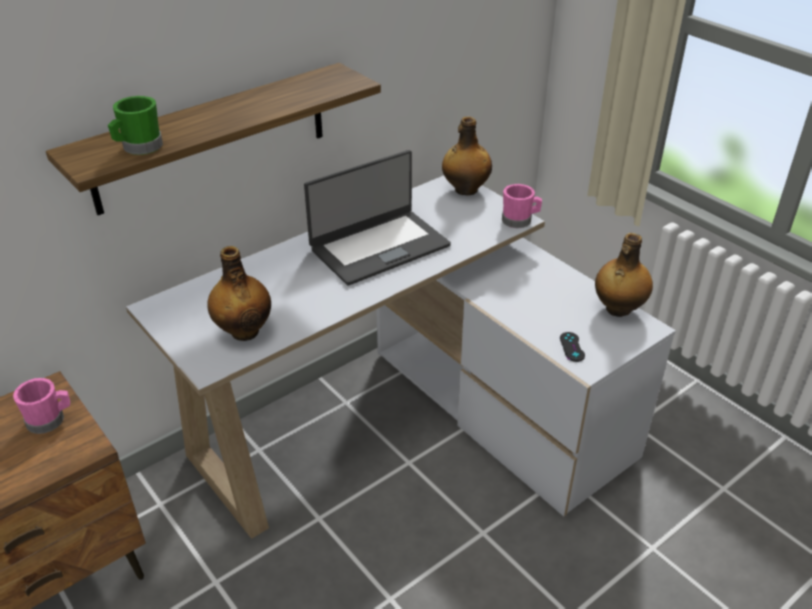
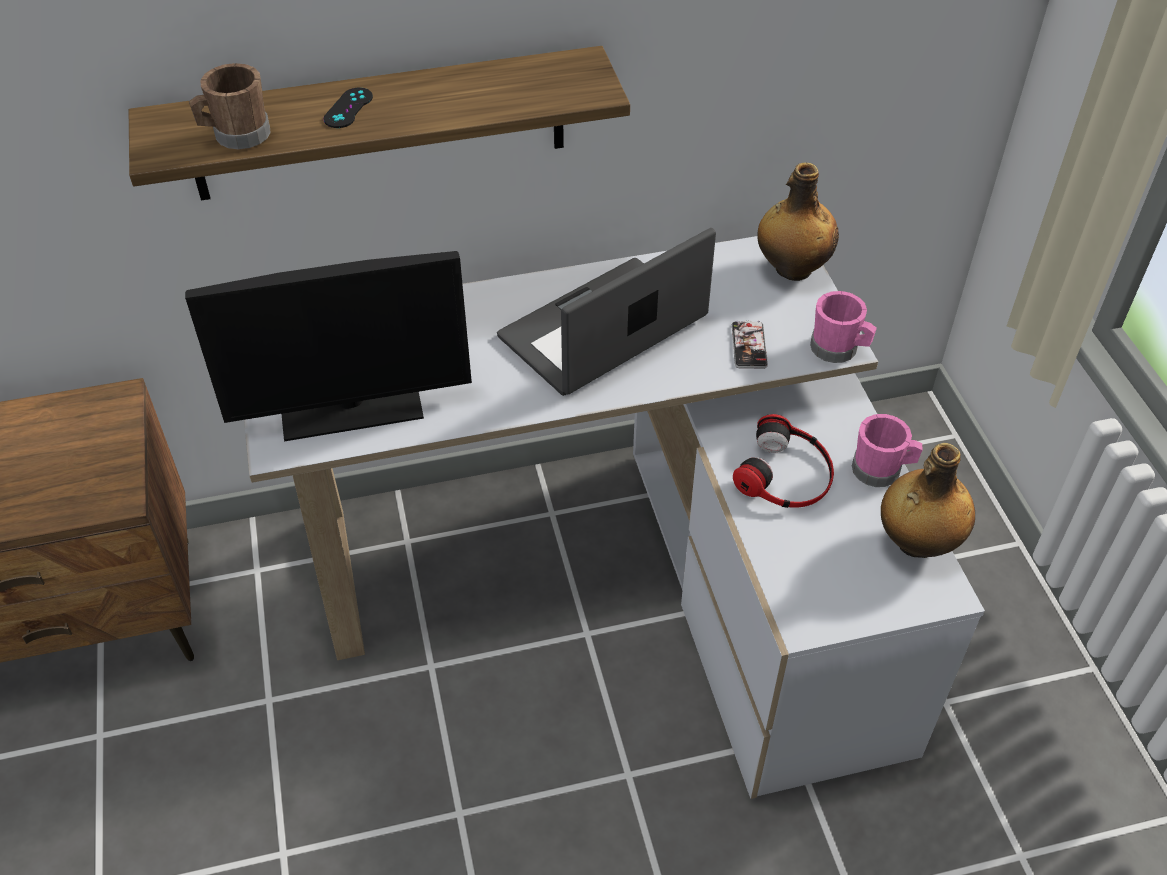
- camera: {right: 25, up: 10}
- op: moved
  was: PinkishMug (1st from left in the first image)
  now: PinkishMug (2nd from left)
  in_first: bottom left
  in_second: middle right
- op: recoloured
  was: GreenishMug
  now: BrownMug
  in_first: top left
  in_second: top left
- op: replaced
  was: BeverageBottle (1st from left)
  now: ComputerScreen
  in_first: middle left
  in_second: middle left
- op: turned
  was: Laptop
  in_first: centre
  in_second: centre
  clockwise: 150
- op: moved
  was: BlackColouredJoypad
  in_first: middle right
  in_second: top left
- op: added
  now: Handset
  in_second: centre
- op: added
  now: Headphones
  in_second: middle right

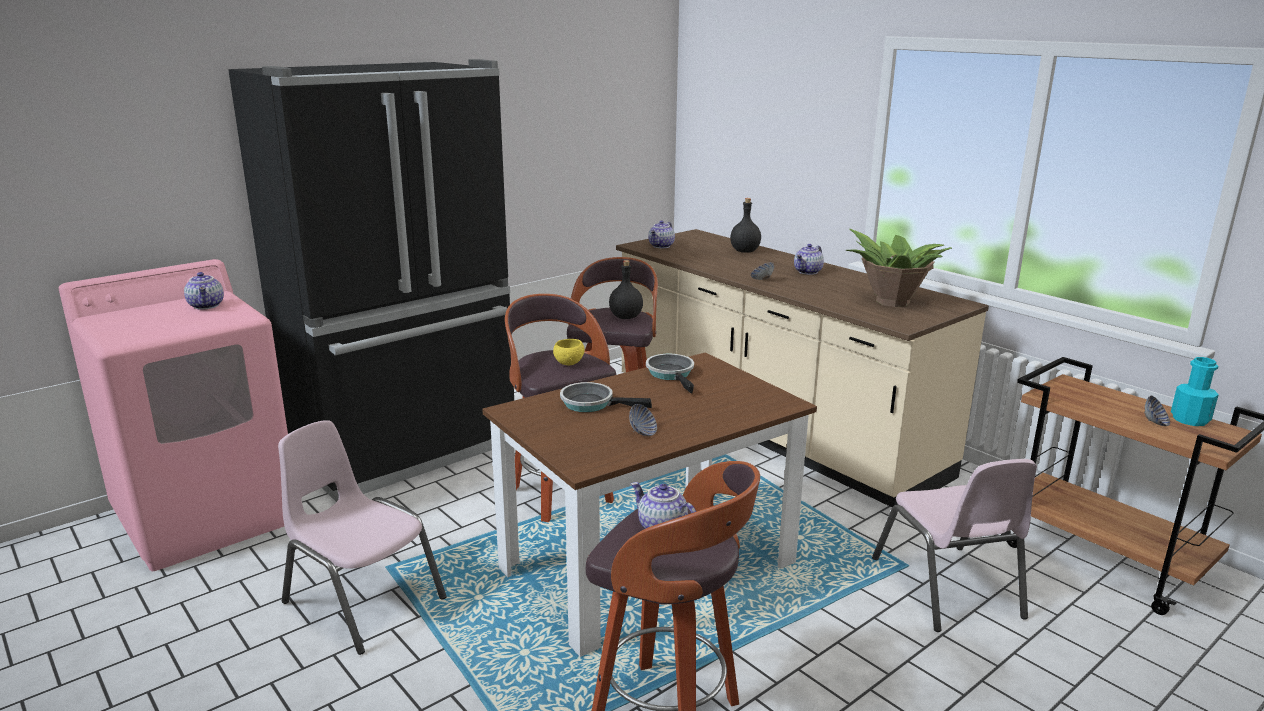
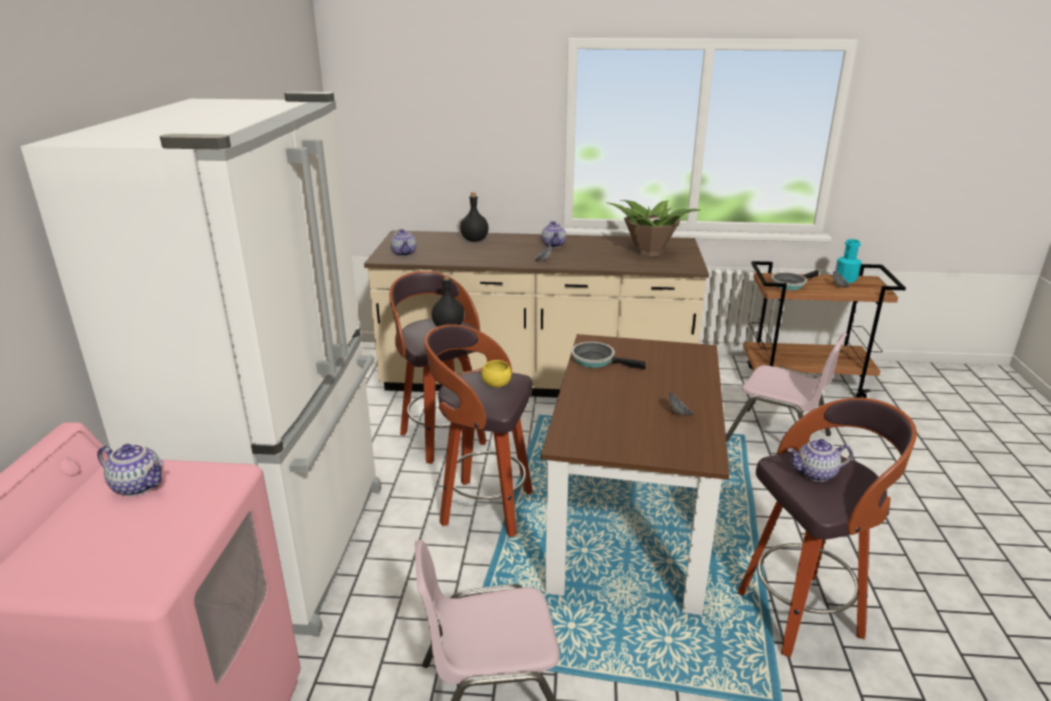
- camera: {right: -45, up: 5}
- op: recoloured
  was: BlackColouredRefrigerator
  now: WhiteColouredRefrigerator
  in_first: middle left
  in_second: middle left
- op: moved
  was: Pan (1st from left in the first image)
  now: Pan (2nd from left)
  in_first: centre
  in_second: middle right

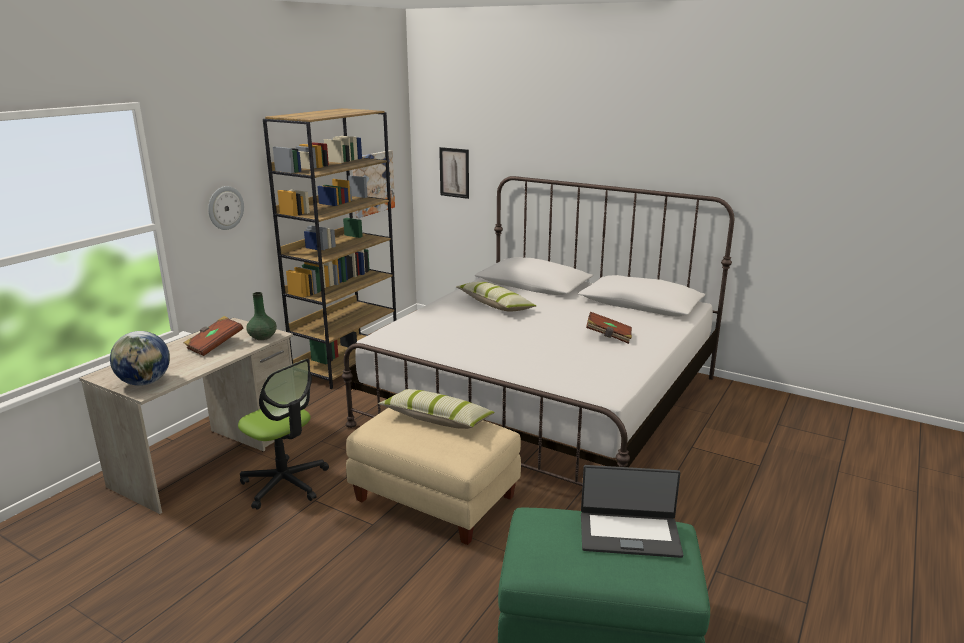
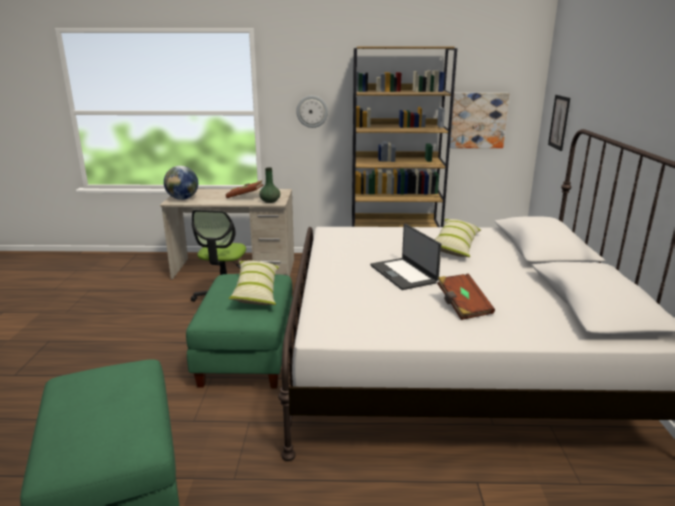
- camera: {right: 60, up: 0}
- op: recoloured
  was: BeigeOttoman
  now: GreenishOttoman (2nd from left)
  in_first: bottom centre
  in_second: centre
- op: moved
  was: Laptop
  in_first: bottom centre
  in_second: centre

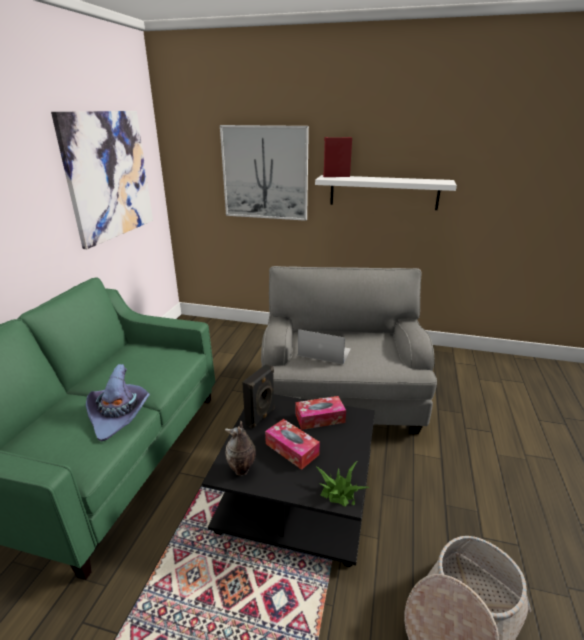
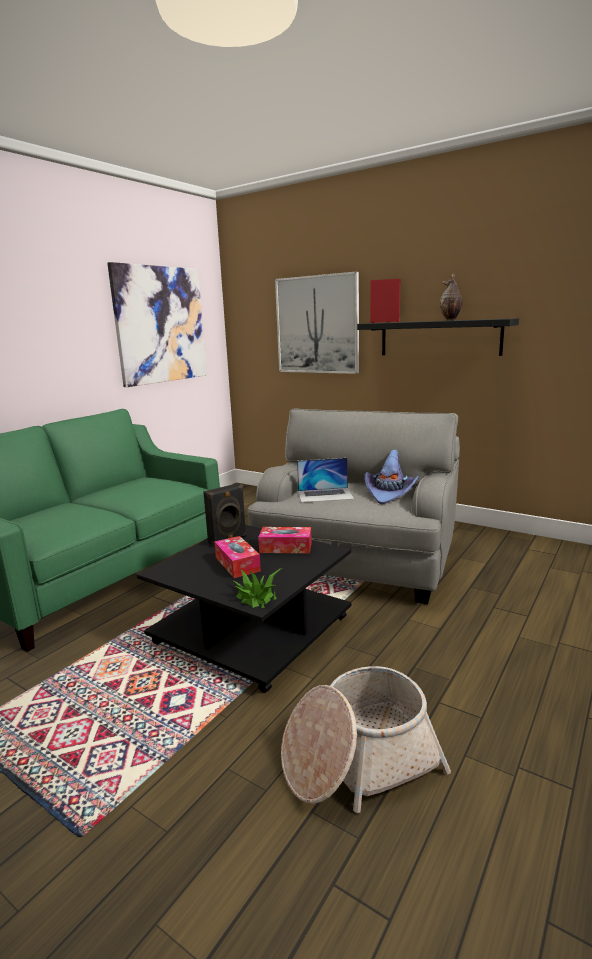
- camera: {right: 20, up: -10}
- op: moved
  was: PurpleClothingHat
  in_first: middle left
  in_second: centre
- op: moved
  was: DecorativeVase
  in_first: bottom centre
  in_second: top right
- op: turned
  was: Laptop
  in_first: centre
  in_second: centre
  clockwise: 135
- op: recoloured
  was: WhiteColouredShelf
  now: BlackColouredShelf
  in_first: top centre
  in_second: middle right

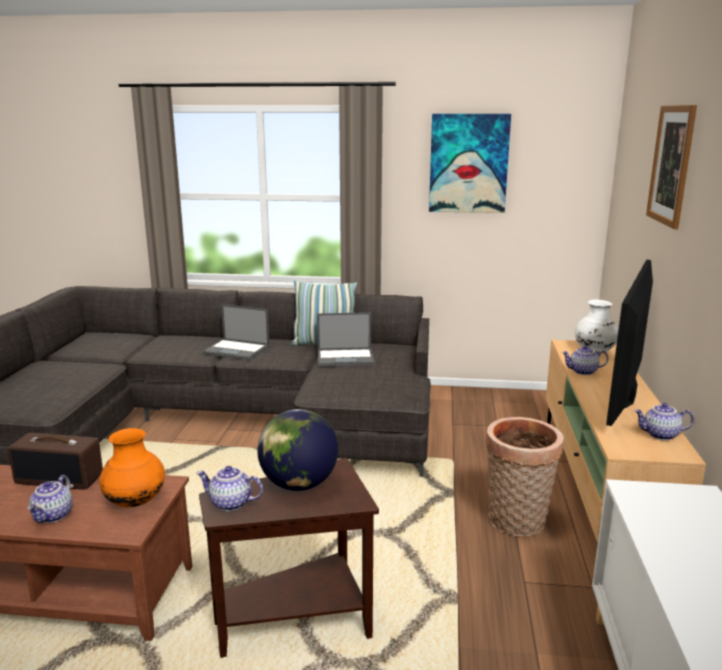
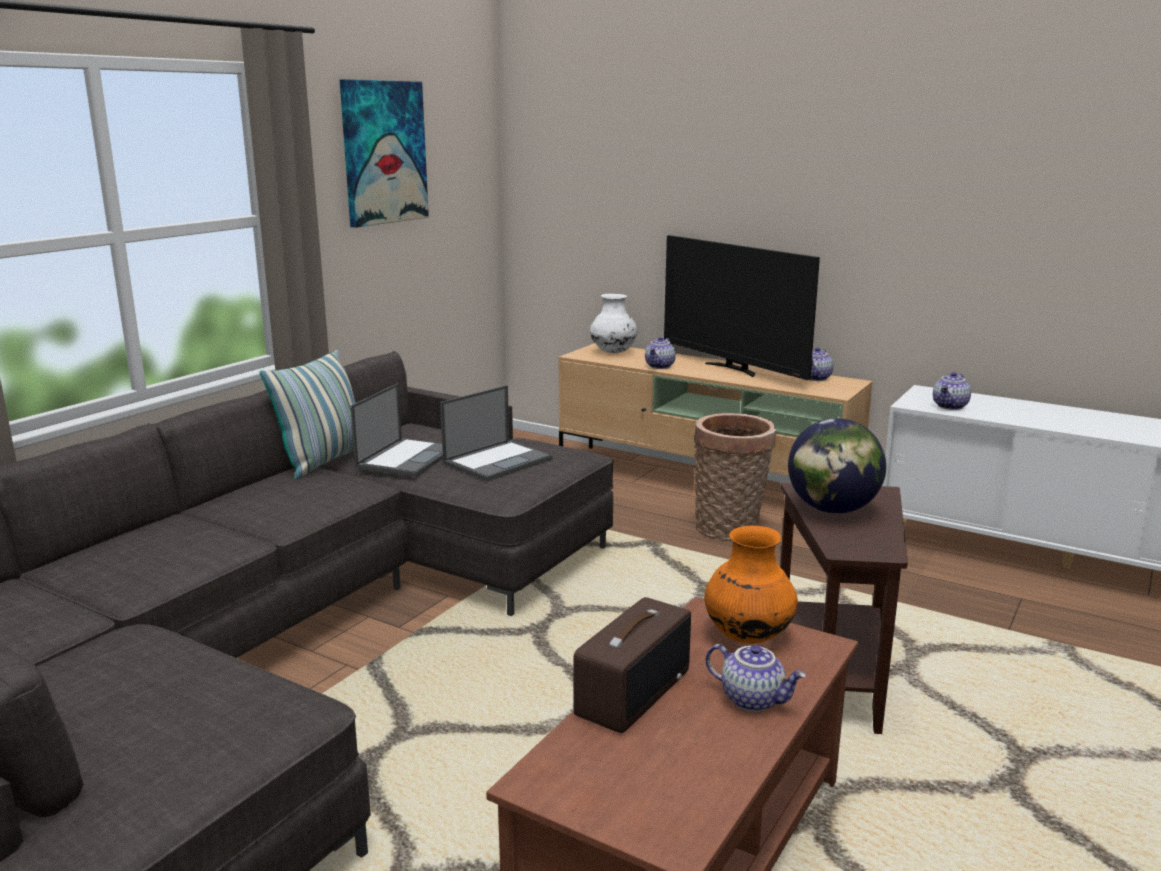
- camera: {right: -65, up: 0}
- op: moved
  was: PotForTea (2nd from left in the first image)
  now: PotForTea (4th from left)
  in_first: bottom left
  in_second: middle right
- op: moved
  was: Laptop (1st from left in the first image)
  now: Laptop (2nd from left)
  in_first: middle left
  in_second: centre
- op: removed
  was: WallArt (2nd from left)
  in_first: top right

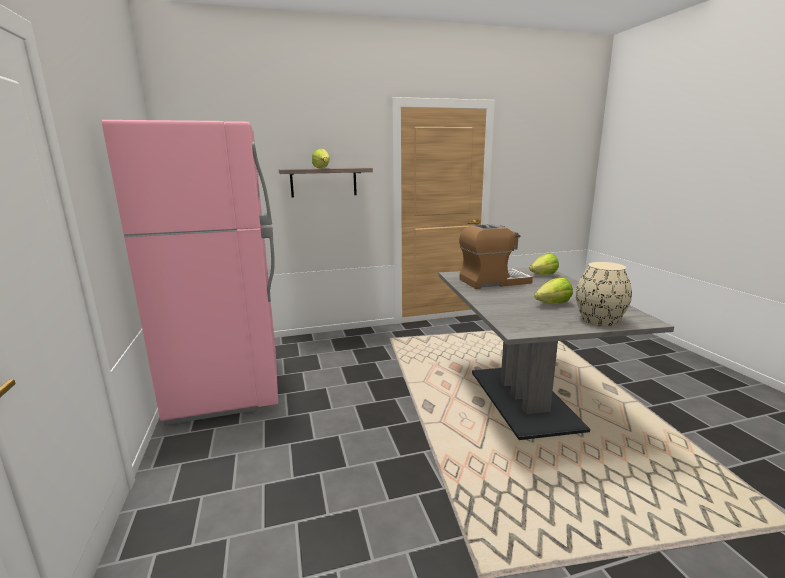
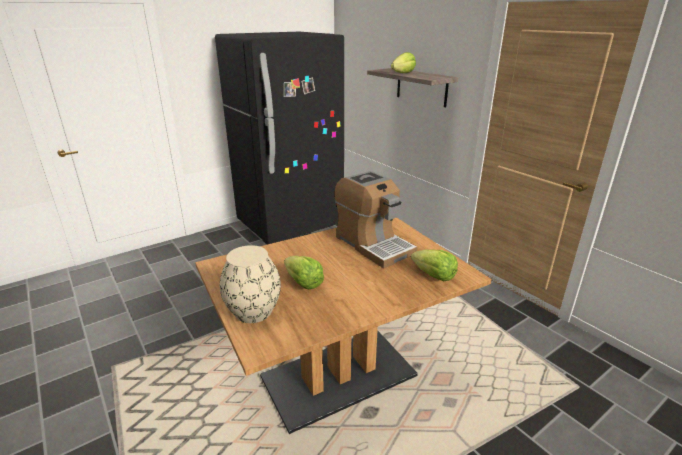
- camera: {right: 70, up: 10}
- op: recoloured
  was: PinkishRefrigerator
  now: BlackColouredRefrigerator
  in_first: middle left
  in_second: top centre
- op: recoloured
  was: GreyKitchenTable
  now: BrownKitchenTable
  in_first: middle right
  in_second: bottom centre

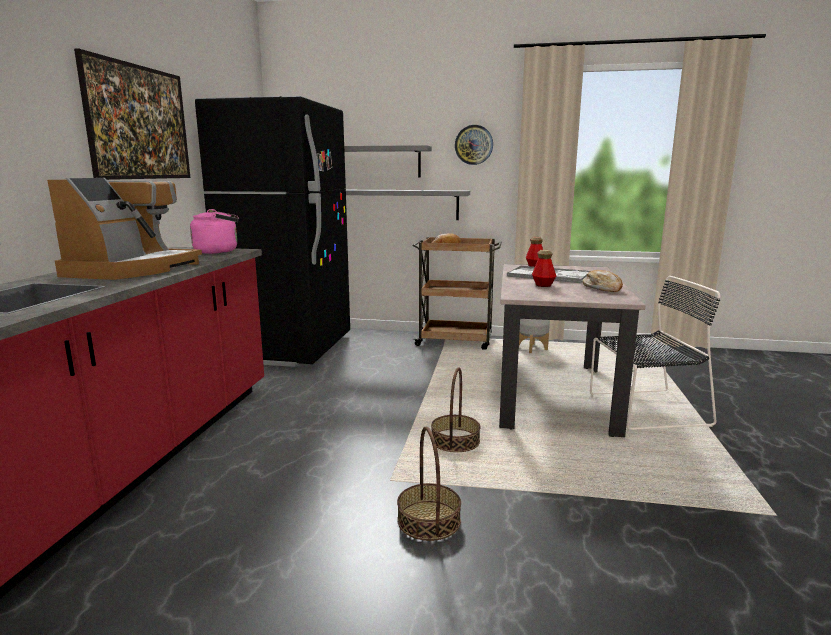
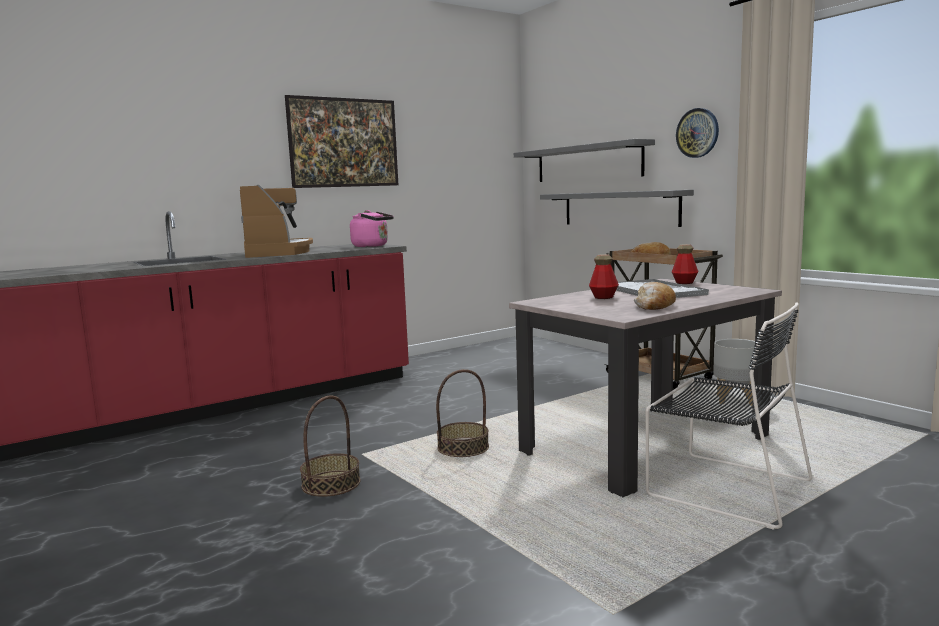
- camera: {right: 45, up: -5}
- op: turned
  was: CoffeeMachine
  in_first: middle left
  in_second: middle left
  clockwise: -75
- op: removed
  was: BlackColouredRefrigerator
  in_first: middle left

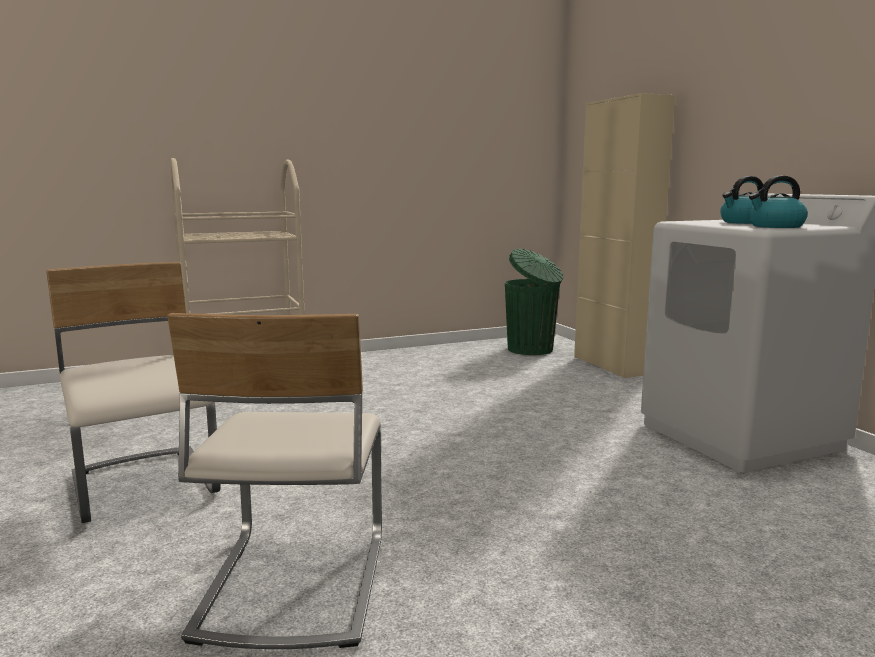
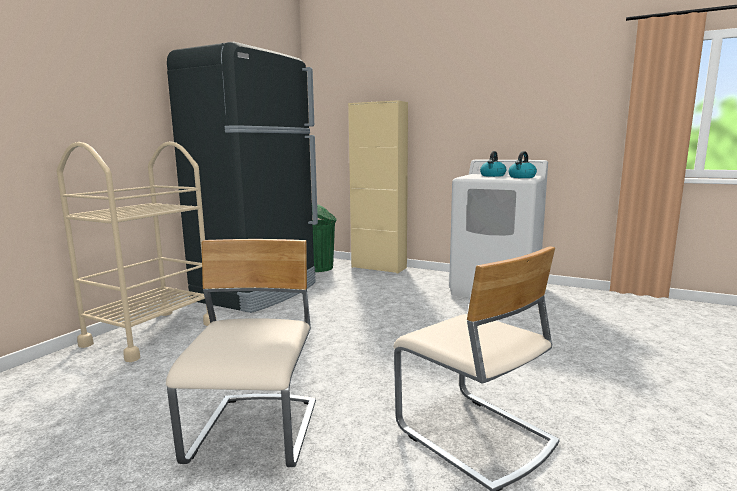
- camera: {right: -40, up: 0}
- op: turned
  was: BeigePlainChair (1st from left)
  in_first: middle left
  in_second: bottom left
  clockwise: 75
- op: added
  now: BlackColouredRefrigerator
  in_second: middle left

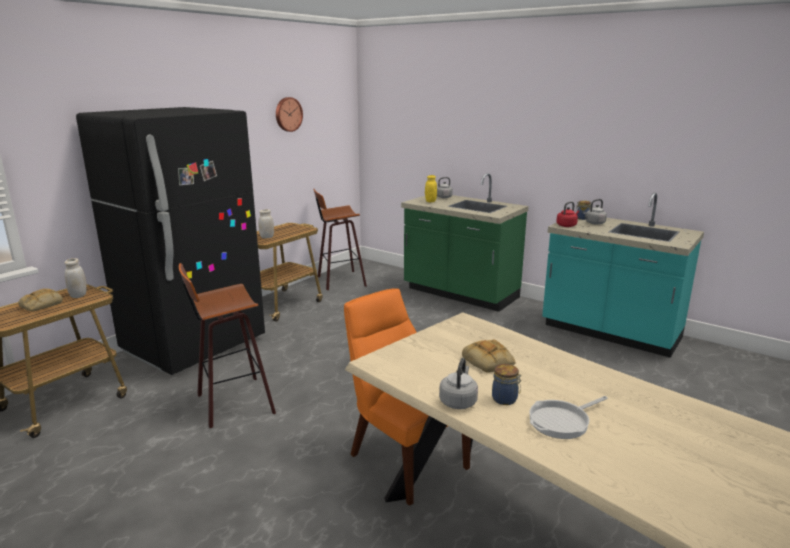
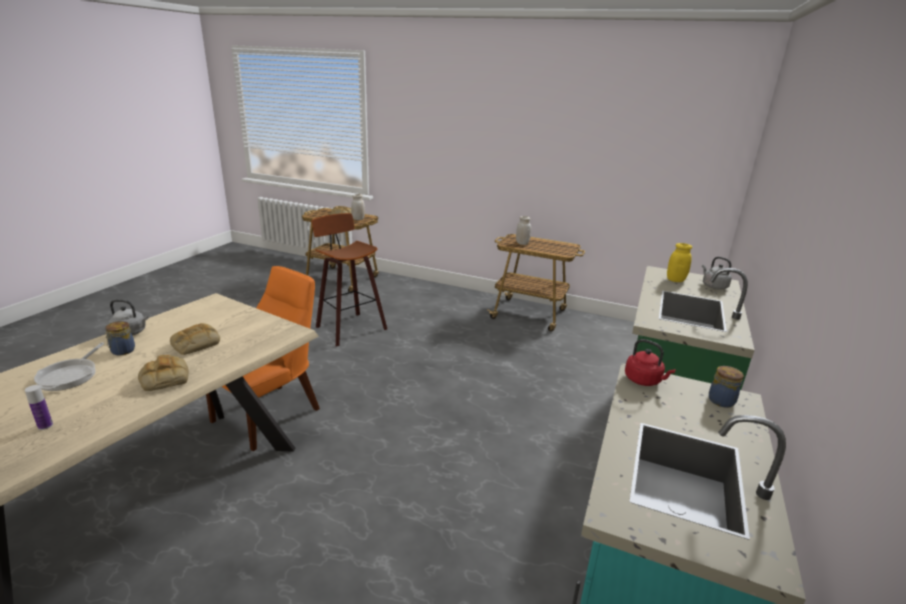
- camera: {right: 75, up: 5}
- op: removed
  was: BlackColouredRefrigerator
  in_first: middle left
- op: removed
  was: HangingClock
  in_first: top centre
- op: removed
  was: SittingStool (2nd from left)
  in_first: centre
- op: turned
  was: Pan
  in_first: bottom right
  in_second: middle left
  clockwise: -135
- op: removed
  was: GreyTeaKettle (3rd from left)
  in_first: middle right
- op: added
  now: BeverageBottle
  in_second: bottom left
- op: added
  now: Bread (1st from left)
  in_second: middle left

